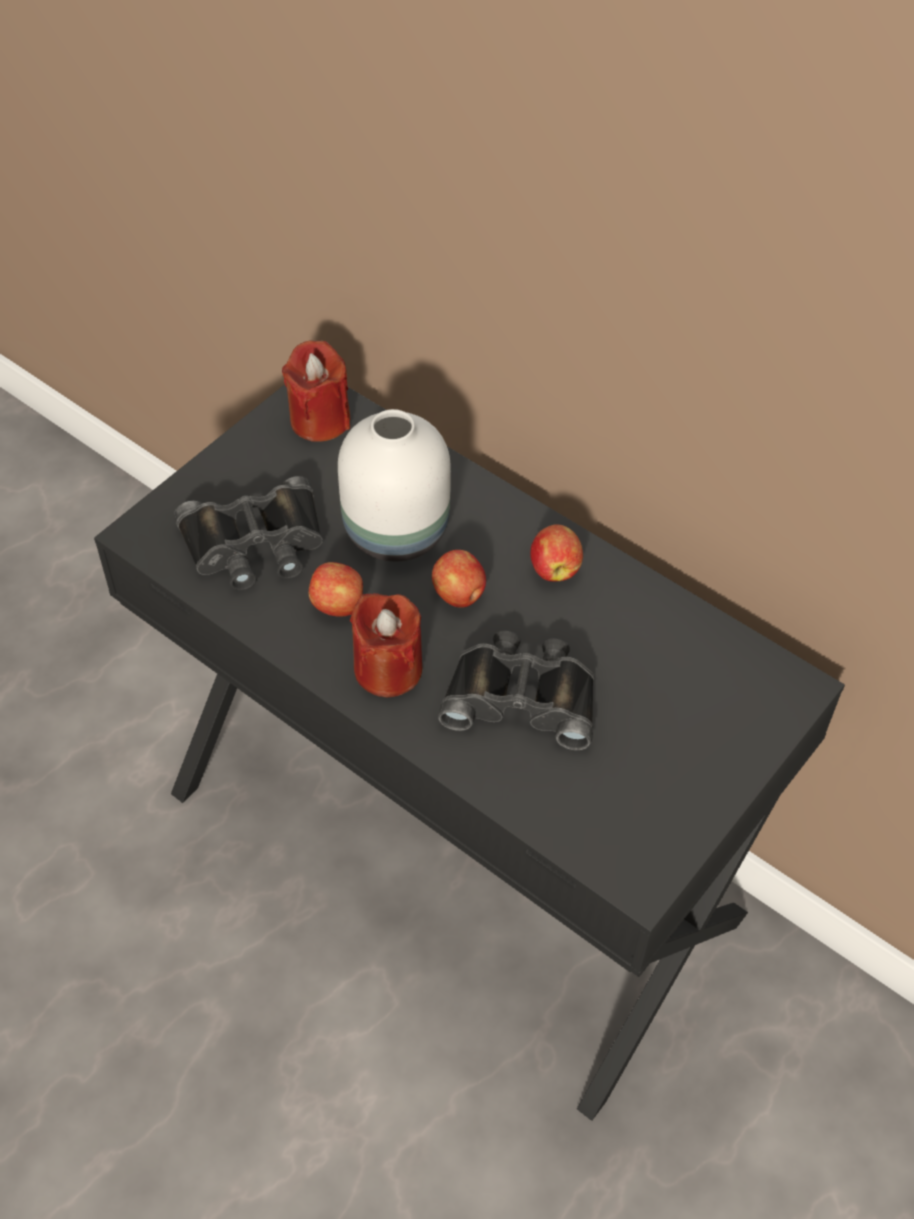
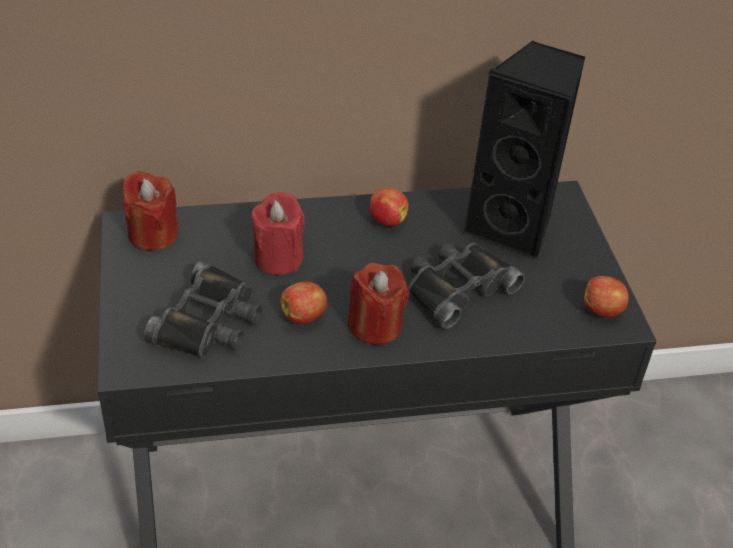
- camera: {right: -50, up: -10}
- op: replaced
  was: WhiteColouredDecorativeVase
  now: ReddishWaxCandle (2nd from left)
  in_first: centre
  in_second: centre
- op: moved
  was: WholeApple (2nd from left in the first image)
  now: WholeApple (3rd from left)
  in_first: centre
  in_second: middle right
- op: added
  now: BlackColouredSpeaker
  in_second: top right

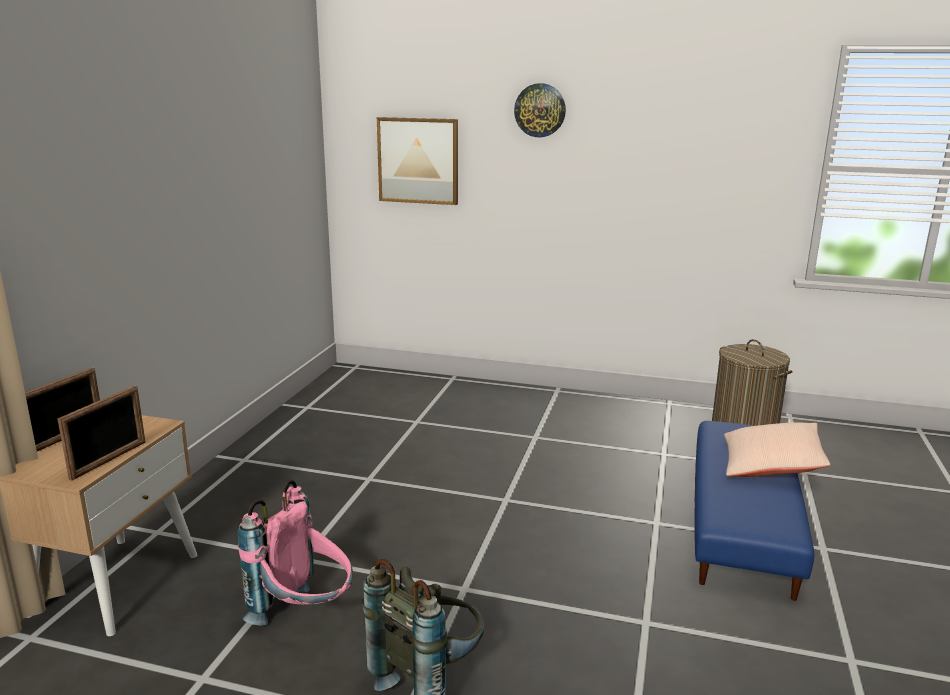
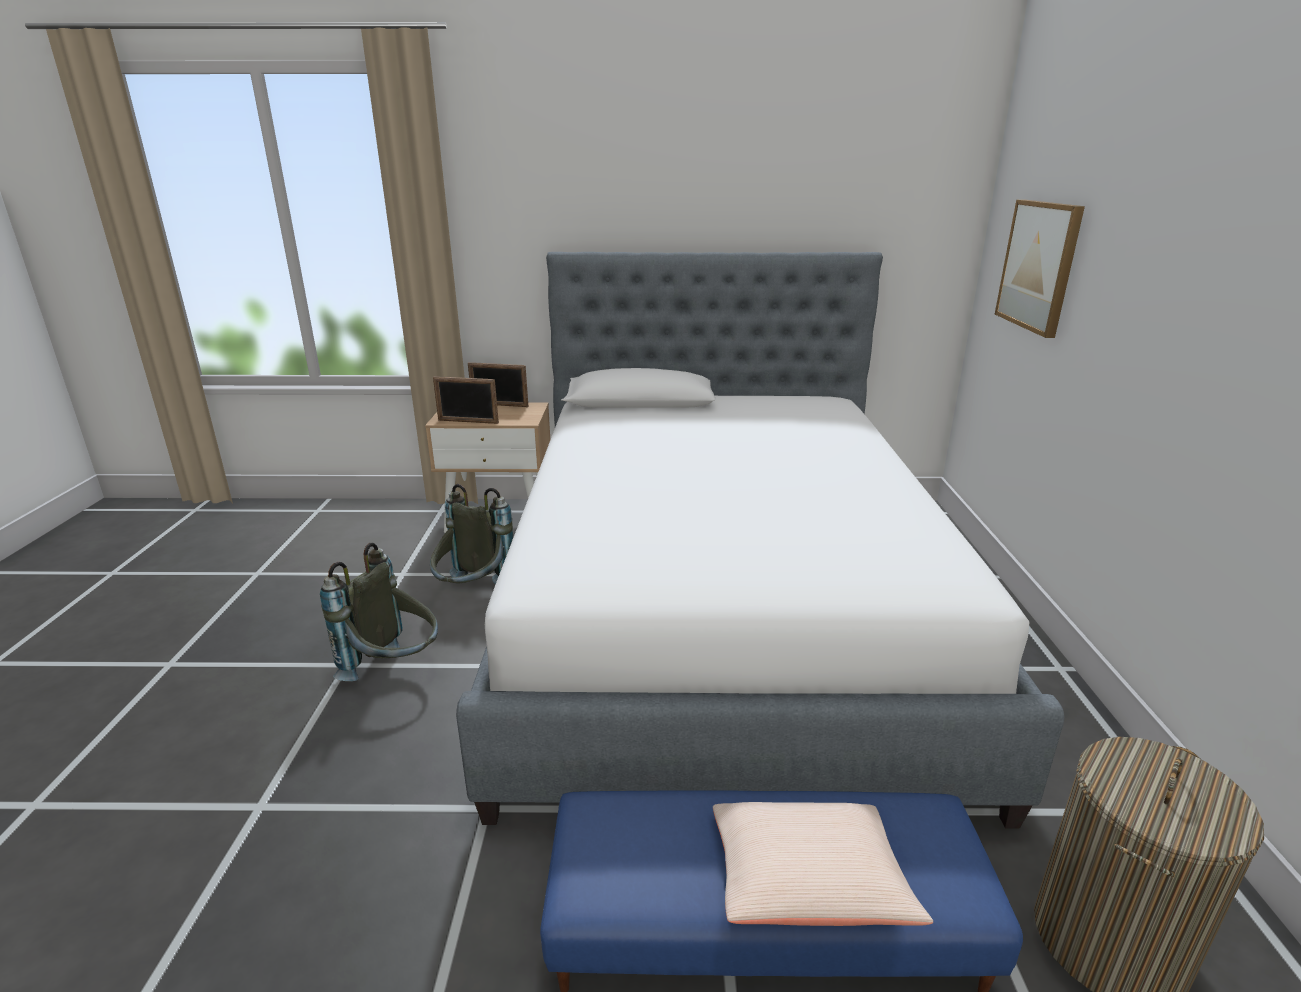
- camera: {right: 75, up: 5}
- op: recoloured
  was: PinkishKnapsack
  now: GreyKnapsack (2nd from left)
  in_first: bottom left
  in_second: centre
- op: removed
  was: HangingClock
  in_first: top centre
- op: added
  now: Bed
  in_second: centre

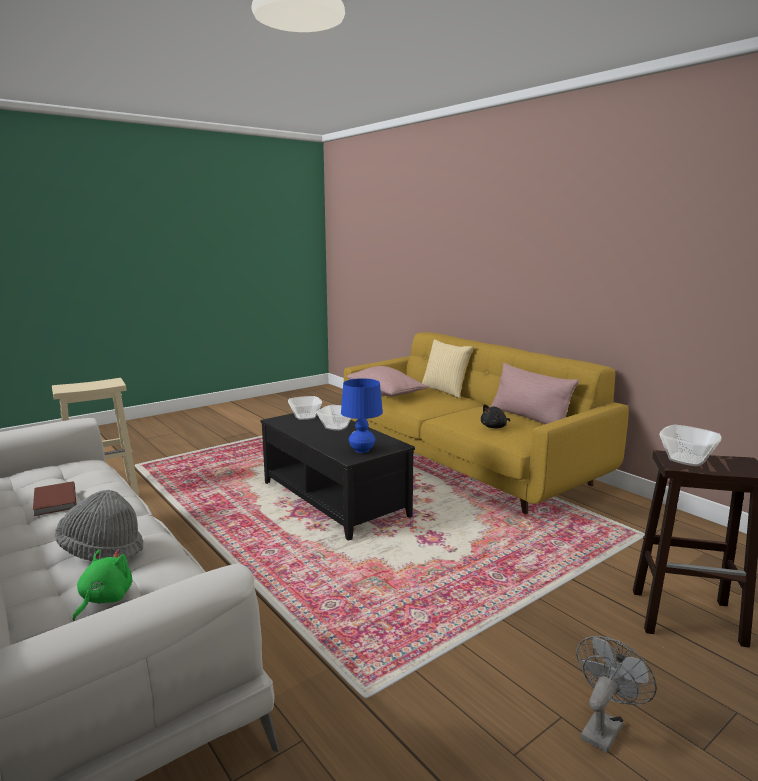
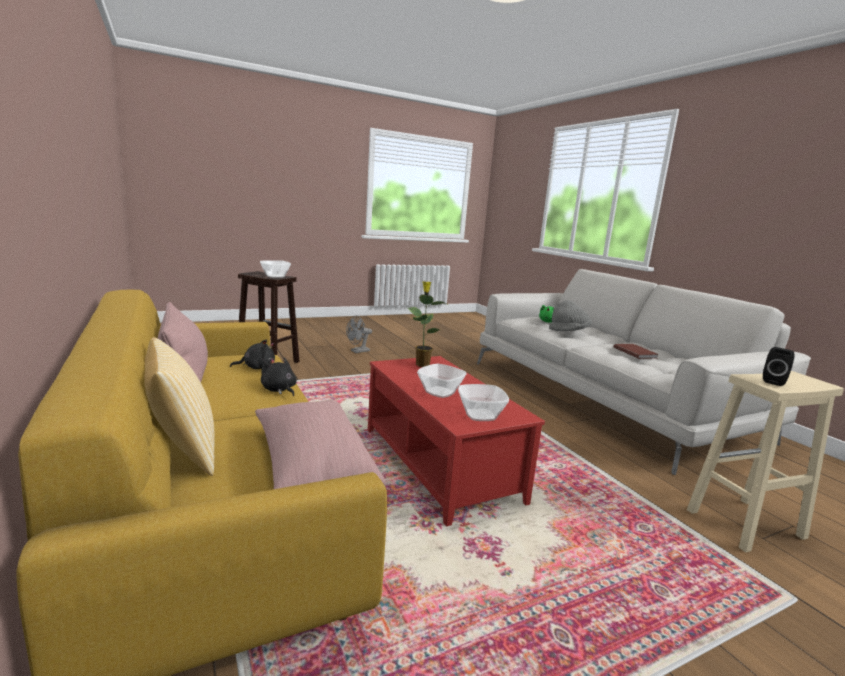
- camera: {right: -170, up: 0}
- op: recoloured
  was: BlackColouredLoungeTable
  now: ReddishLoungeTable
  in_first: centre
  in_second: centre
- op: replaced
  was: BlueColouredTableLamp
  now: PlantInAPot
  in_first: centre
  in_second: centre
- op: added
  now: BlackColouredCuddlyToy (2nd from left)
  in_second: middle left
- op: added
  now: BlackColouredSpeaker
  in_second: middle right

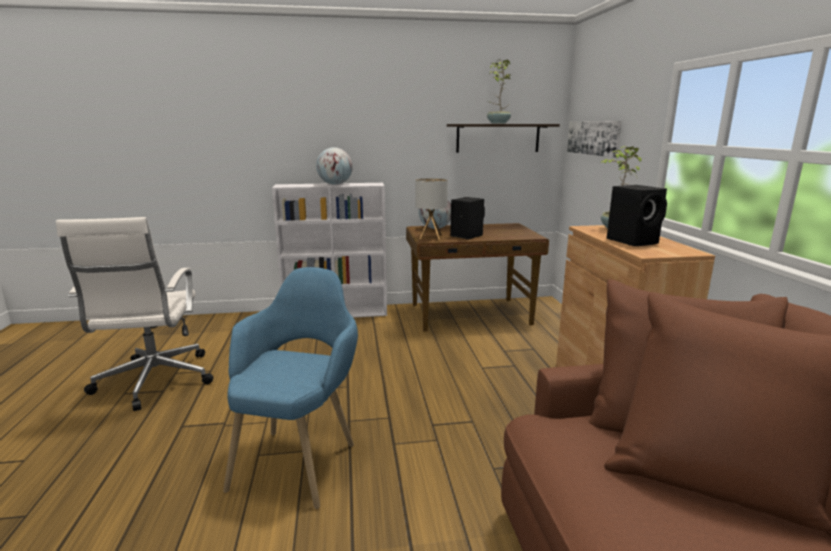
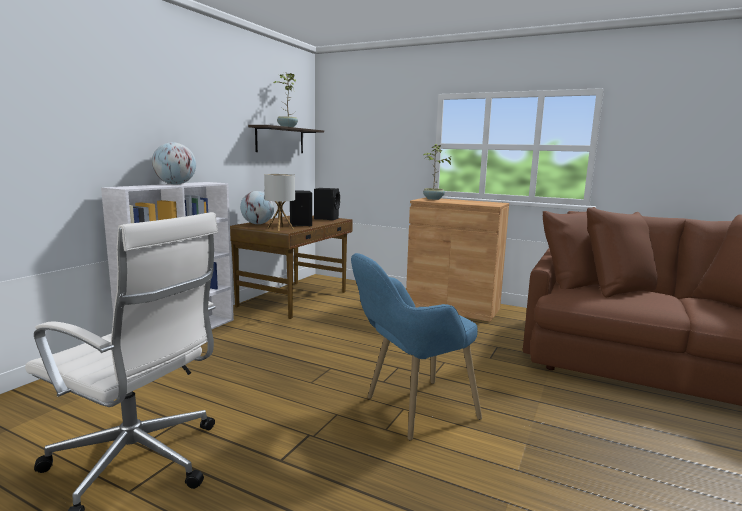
- camera: {right: -55, up: -5}
- op: turned
  was: BlueColouredLoungeChair
  in_first: bottom centre
  in_second: bottom centre
  clockwise: -75
- op: removed
  was: WallArt
  in_first: top right
- op: moved
  was: BlackColouredSpeaker (2nd from left)
  in_first: middle right
  in_second: centre

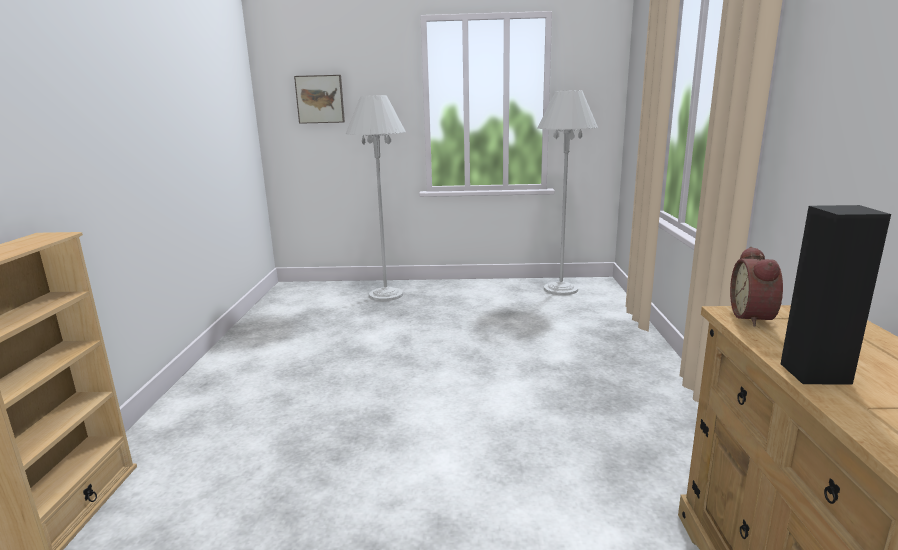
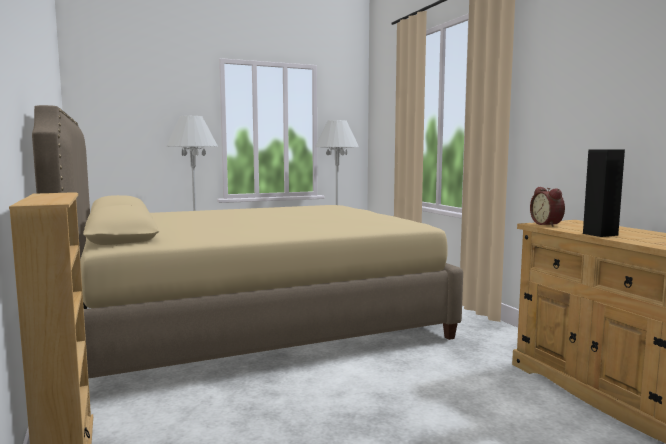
- camera: {right: -25, up: -10}
- op: removed
  was: WallArt
  in_first: top centre
- op: added
  now: BeigeBed
  in_second: centre

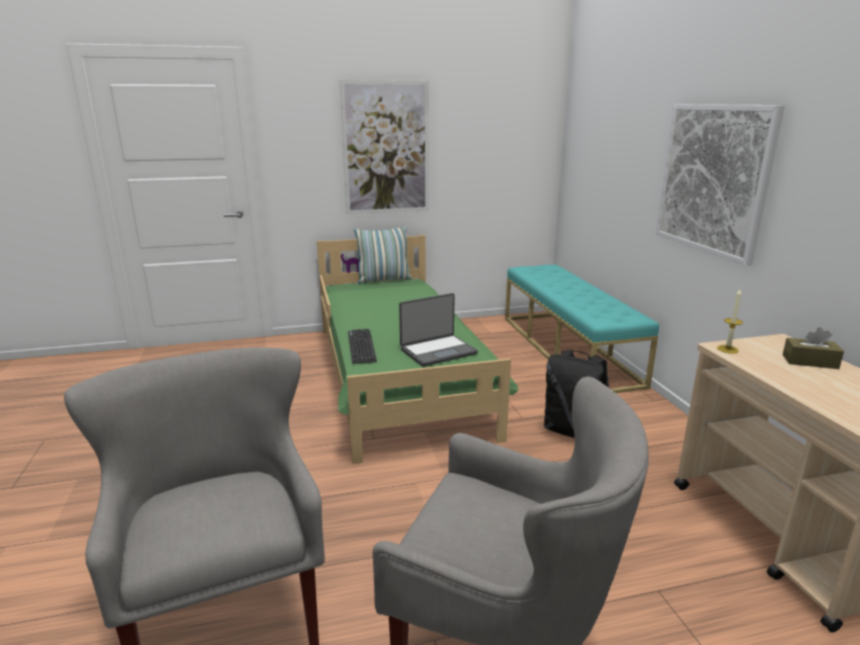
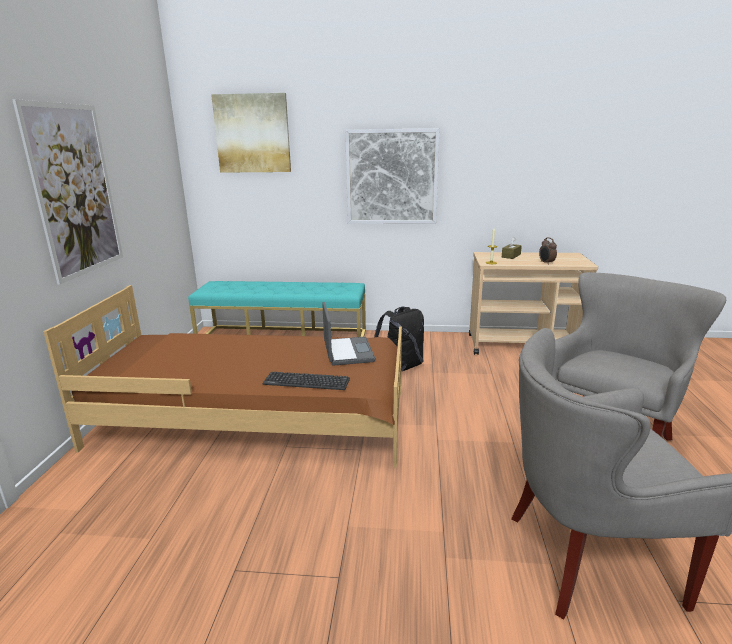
- camera: {right: -70, up: 0}
- op: recoloured
  was: GreenishBed
  now: BrownBed
  in_first: centre
  in_second: middle left
- op: removed
  was: ThrowPillow
  in_first: centre
- op: added
  now: WallArt (2nd from left)
  in_second: top centre
- op: added
  now: AlarmClock
  in_second: middle right

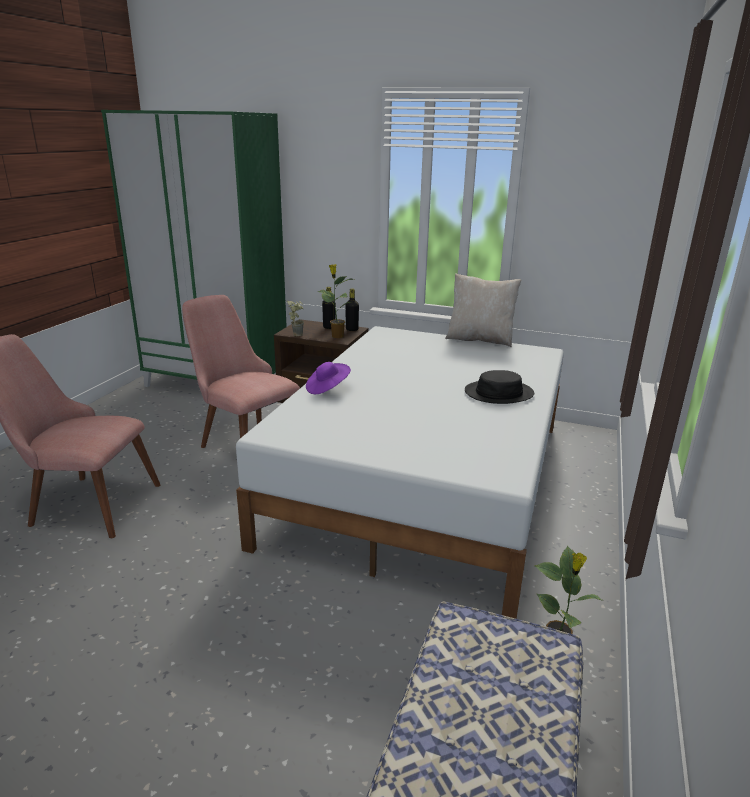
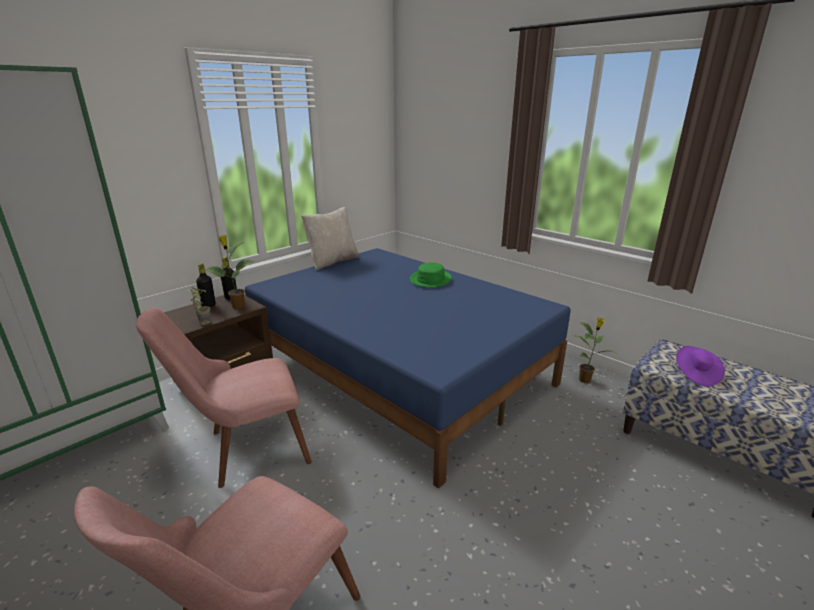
- camera: {right: -65, up: 0}
- op: recoloured
  was: WhiteColouredBed
  now: BlueColouredBed
  in_first: centre
  in_second: centre
- op: moved
  was: PurpleClothingHat
  in_first: centre
  in_second: middle right
- op: recoloured
  was: BlackColouredClothingHat
  now: GreenishClothingHat
  in_first: centre
  in_second: centre

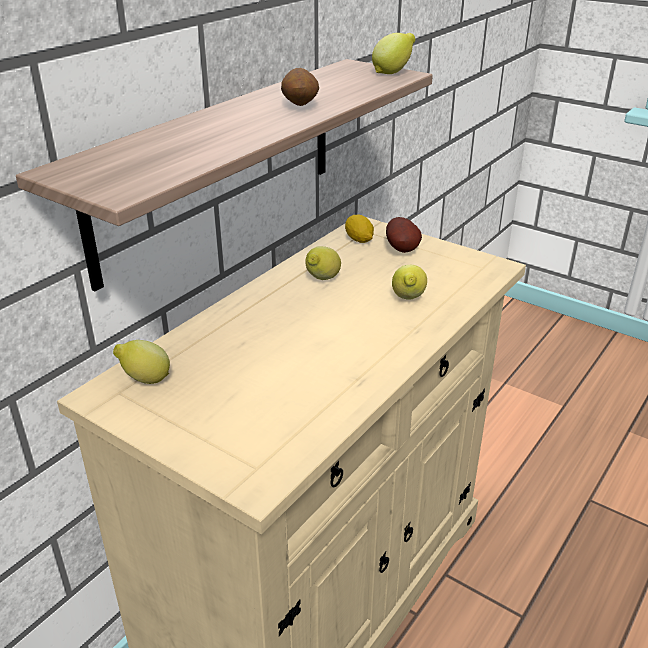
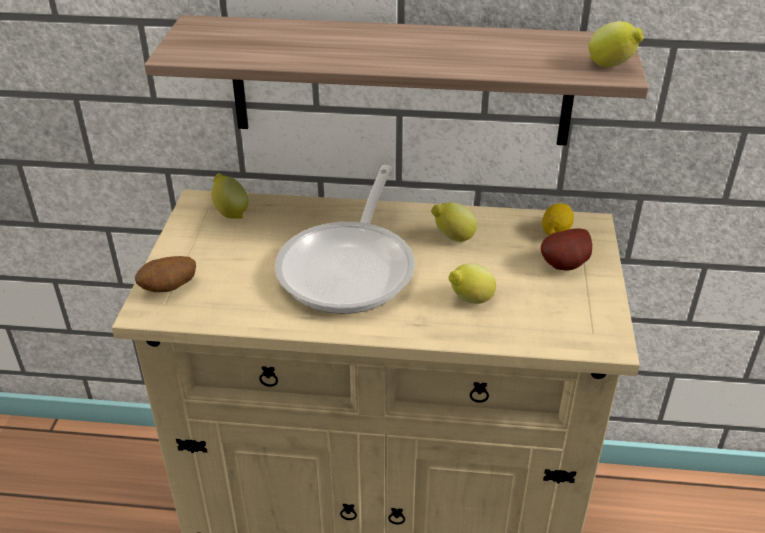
- camera: {right: 60, up: 5}
- op: moved
  was: Potato (1st from left)
  in_first: top centre
  in_second: middle left
- op: added
  now: Pan
  in_second: centre

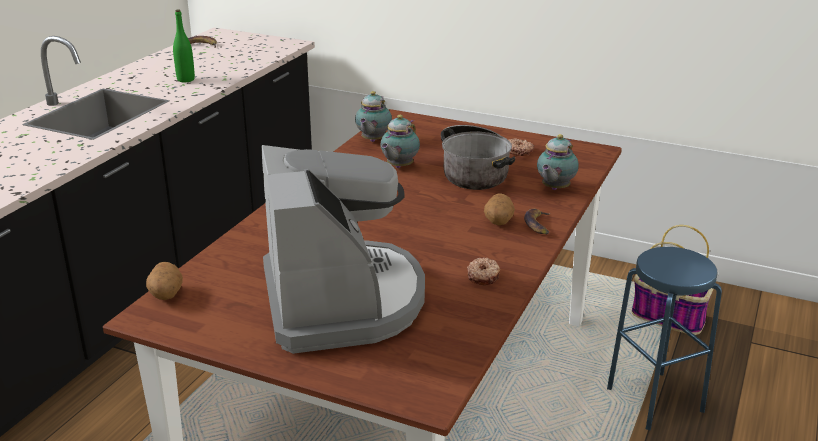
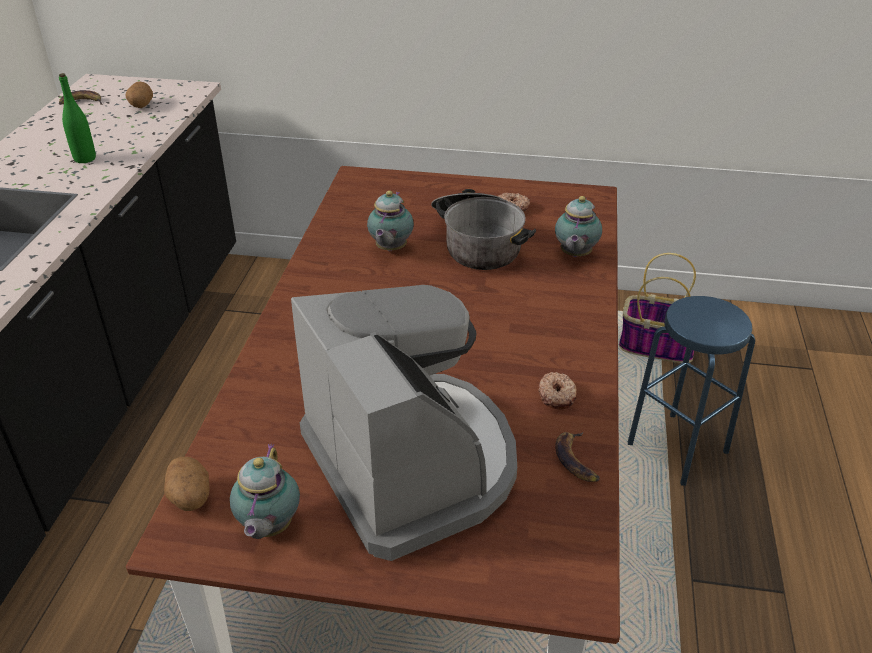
- camera: {right: -15, up: 10}
- op: moved
  was: PotForTea (1st from left)
  in_first: top centre
  in_second: bottom left
- op: moved
  was: Potato (2nd from left in the first image)
  now: Potato (1st from left)
  in_first: centre
  in_second: top left
- op: moved
  was: BananaFruit (2nd from left)
  in_first: centre
  in_second: bottom centre

